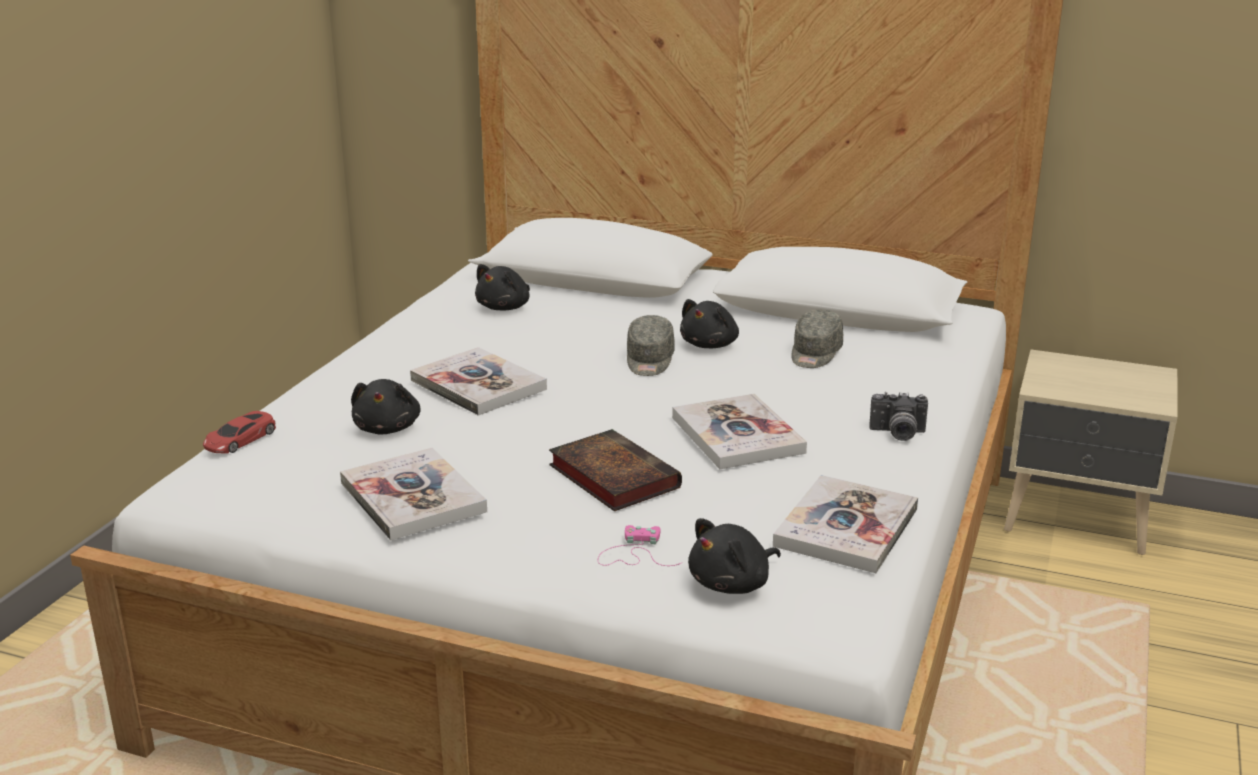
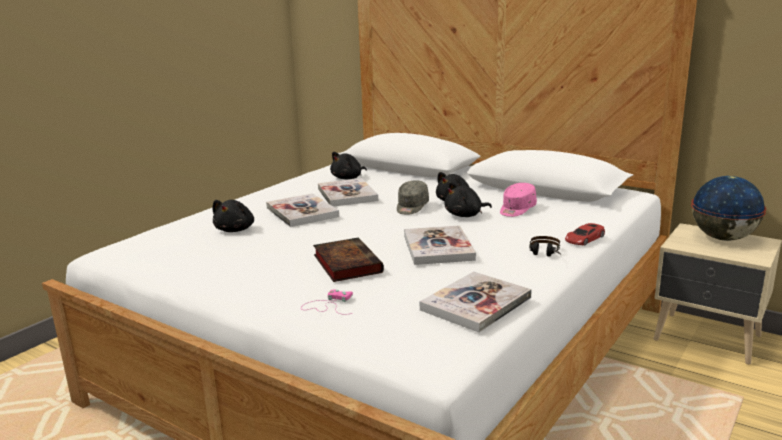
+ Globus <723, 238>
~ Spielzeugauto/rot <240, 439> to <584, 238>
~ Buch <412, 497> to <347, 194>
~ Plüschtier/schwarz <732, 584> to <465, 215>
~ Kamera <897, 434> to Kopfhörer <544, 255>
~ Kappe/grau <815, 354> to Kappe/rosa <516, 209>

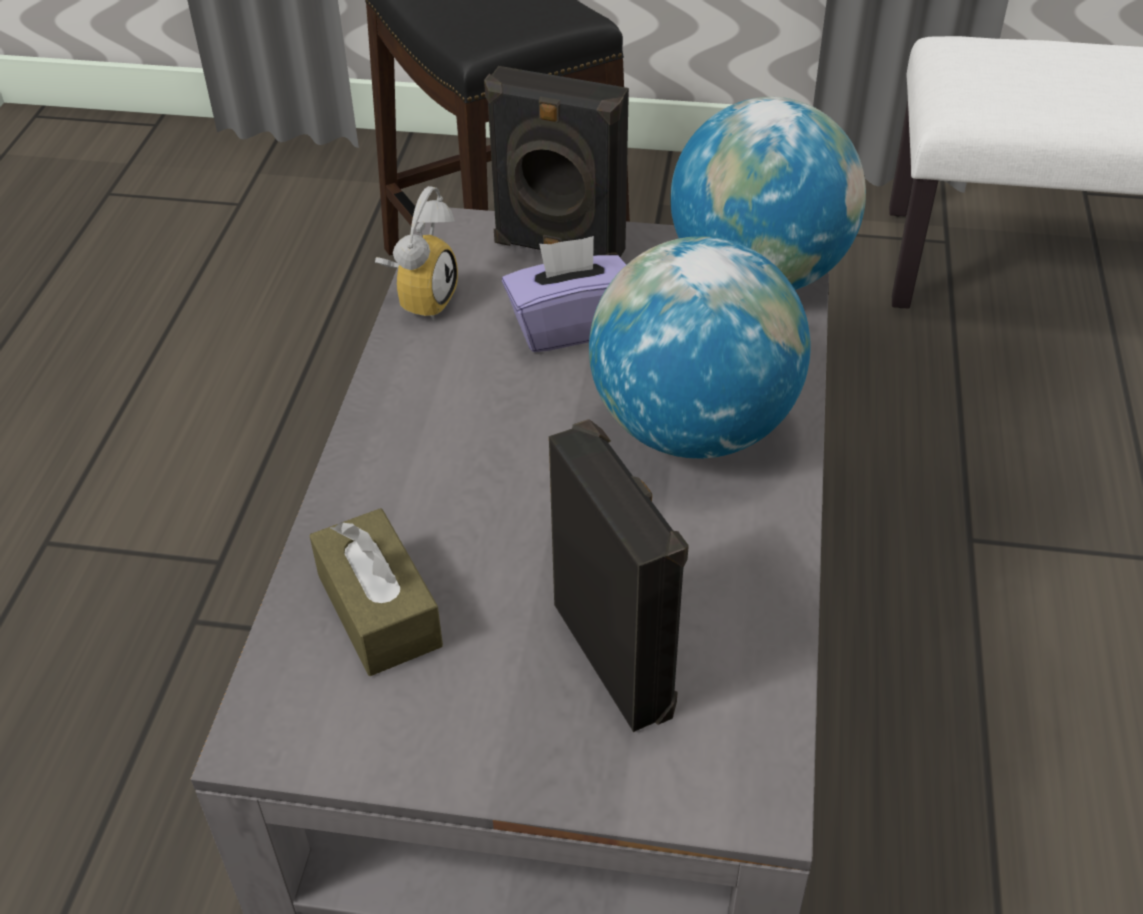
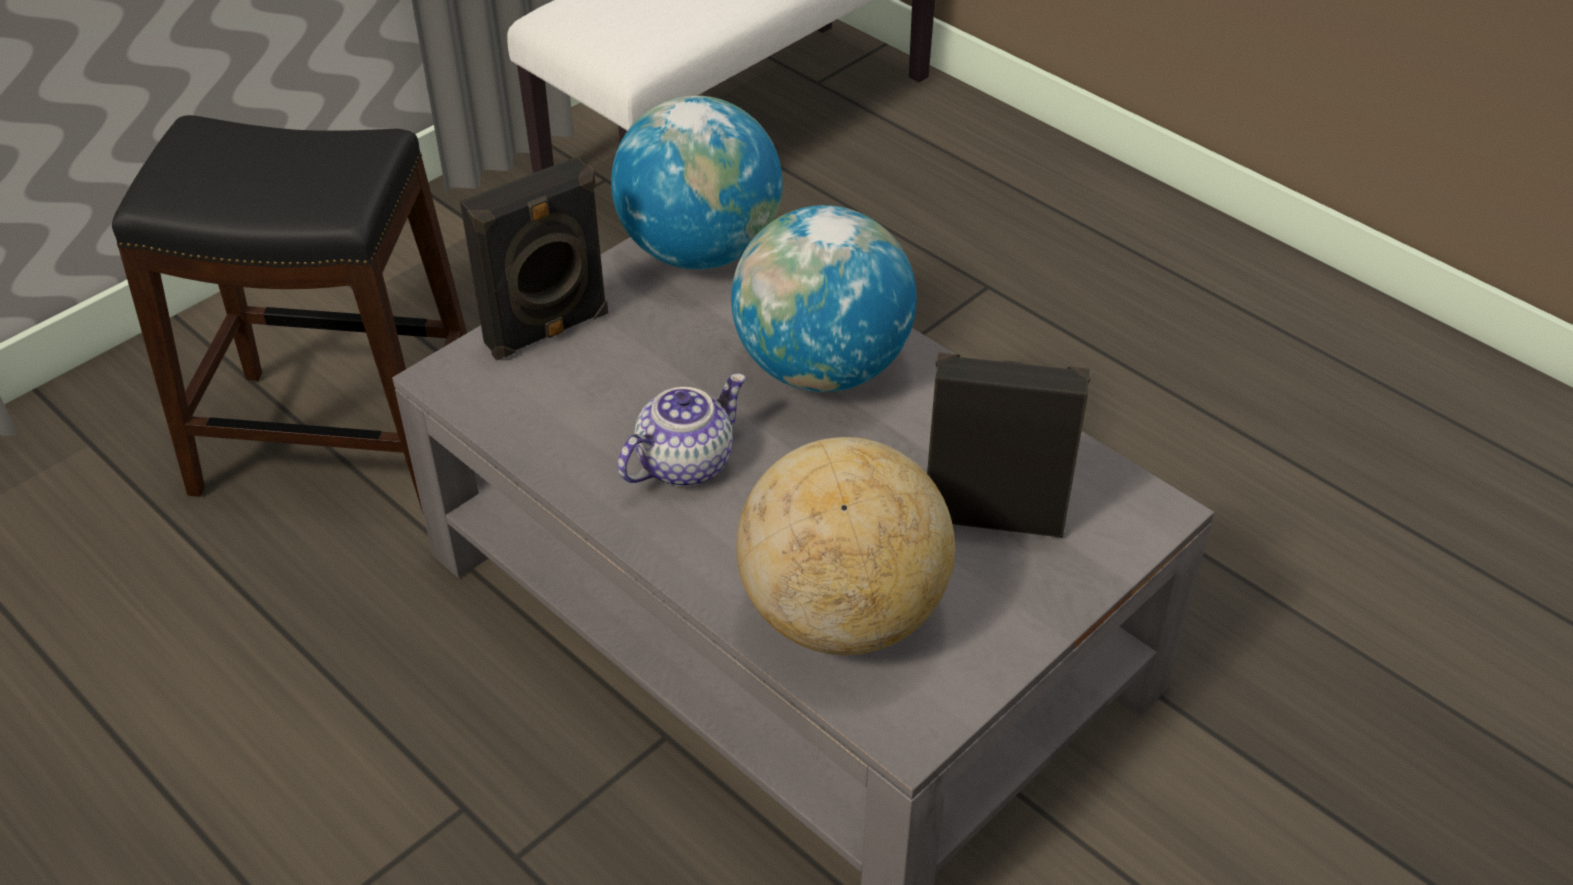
- Wecker <420, 298>
- Taschentuchbox/lila <570, 326>
+ Teekanne <685, 462>
~ Taschentuchbox/braun <379, 610> to Globus <843, 615>

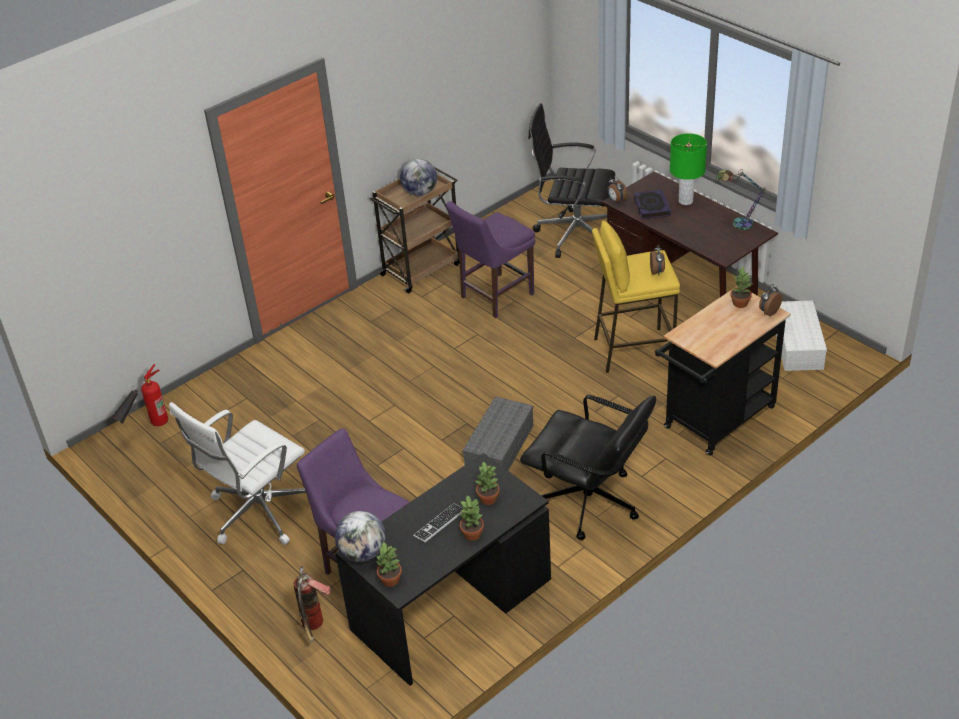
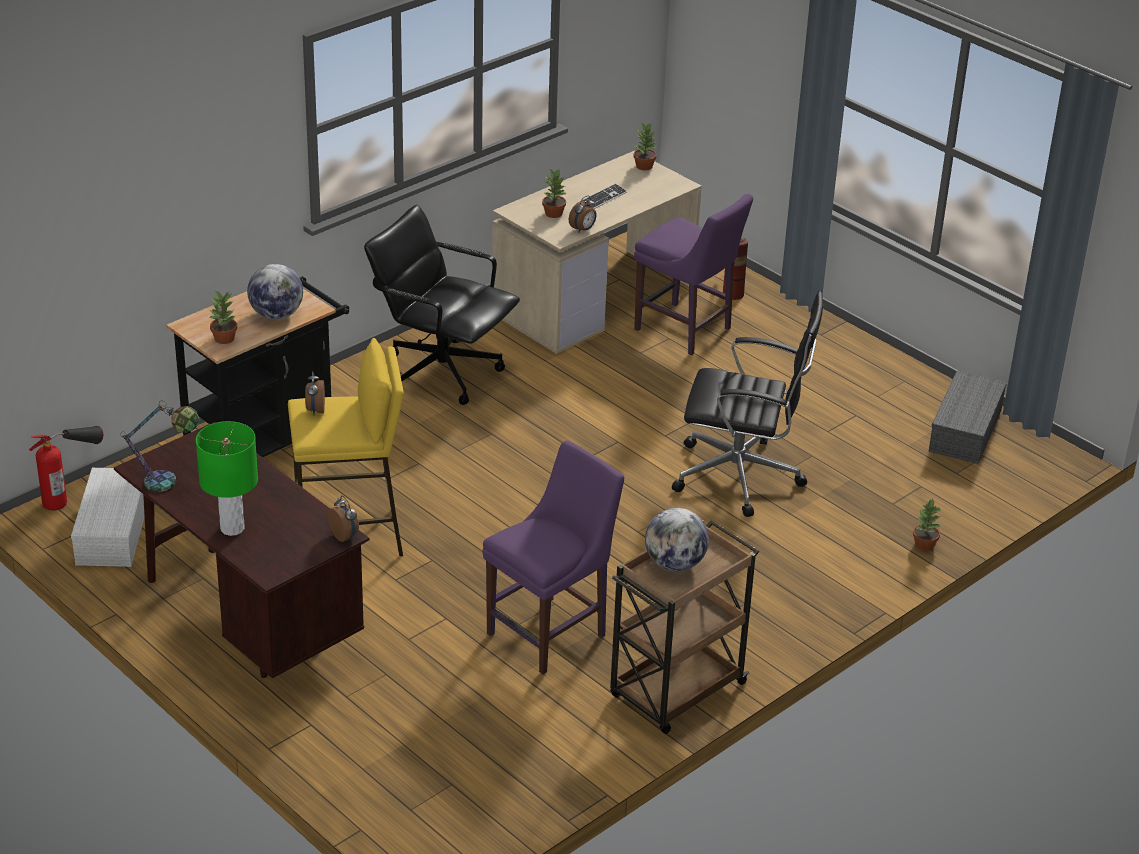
- Bürostuhl/weiß <258, 512>
- Buch <651, 207>
~ Feuerlöscher <147, 430> to <72, 492>
~ Globus <363, 553> to <276, 315>
~ Topfpflanze <472, 534> to <924, 545>
~ Aufbewahrungsbox/grau <499, 446> to <966, 431>
~ Bürostuhl/schwarz <574, 234> to <741, 476>
~ Wecker <768, 312> to <583, 229>
~ Schreibtisch/schwarz <451, 606> to Schreibtisch/beige <594, 299>

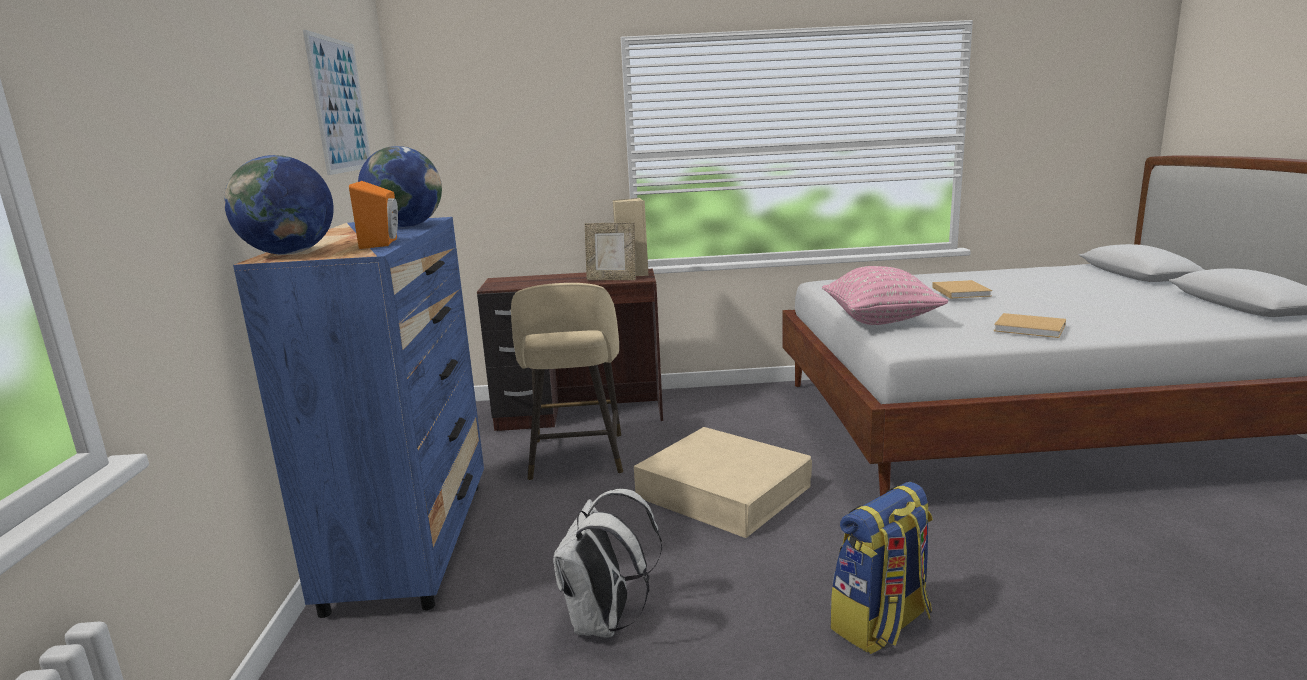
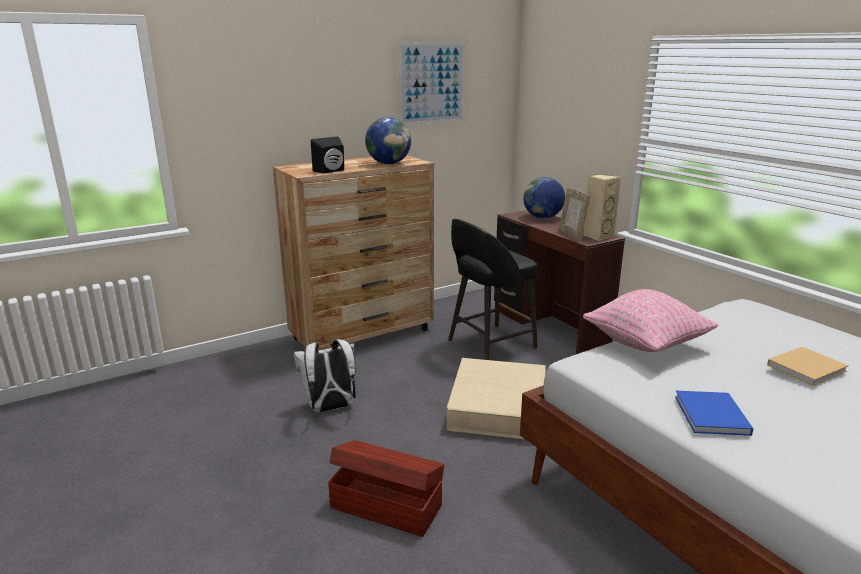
~ Globus <289, 253> to <542, 217>
~ Rucksack <881, 624> to Aufbewahrungsbox/braun <386, 505>
~ Kommode/blau <412, 541> to Kommode/braun <363, 334>
~ Lautsprecher/orange <383, 243> to Lautsprecher/schwarz <331, 171>
~ Hocker/beige <576, 458> to Hocker/schwarz <489, 345>
~ Buch/beige <1032, 328> to Buch/blau <712, 416>

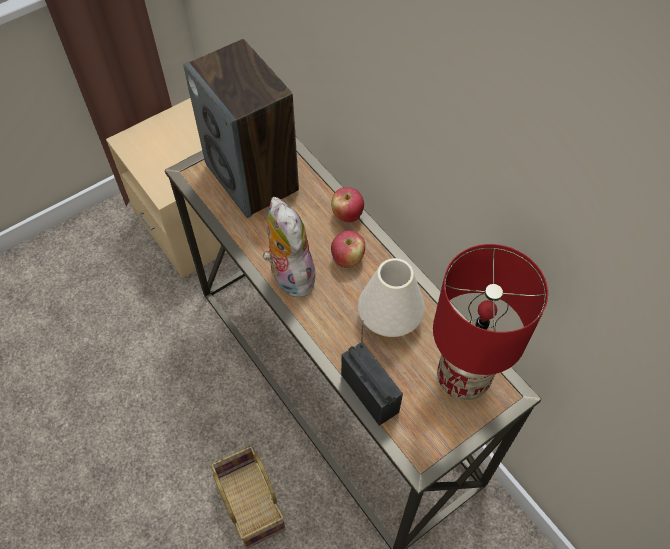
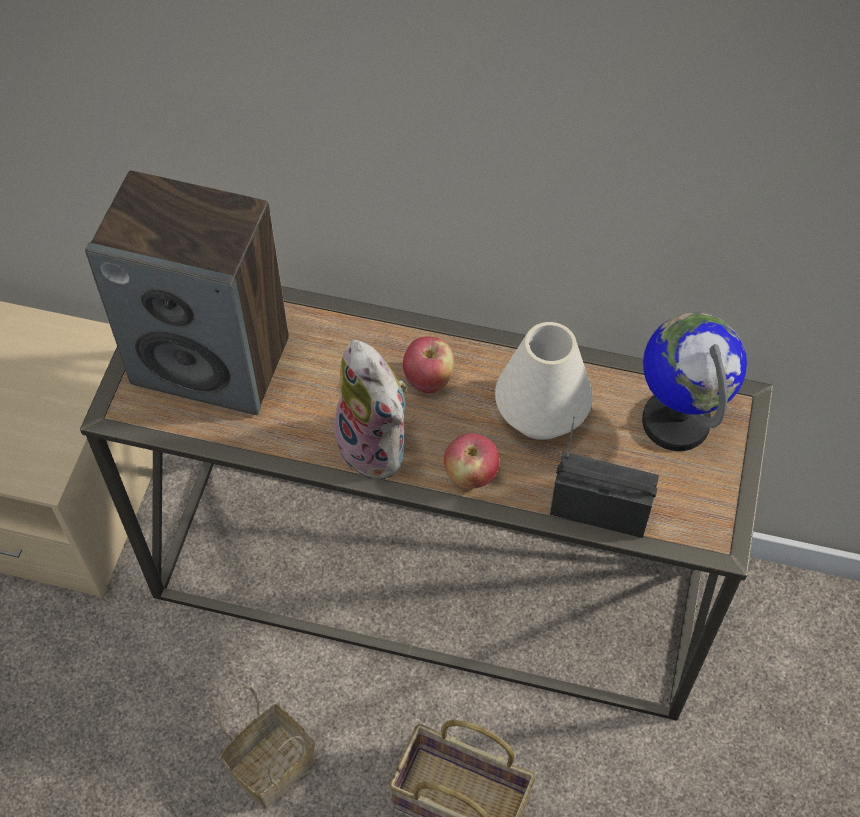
+ Korb <273, 763>
~ Apfel <347, 215> to <470, 475>
~ Tischlampe/rot <462, 377> to Globus <676, 421>
~ Plüschtier <289, 275> = <377, 447> 150 degrees counterclockwise

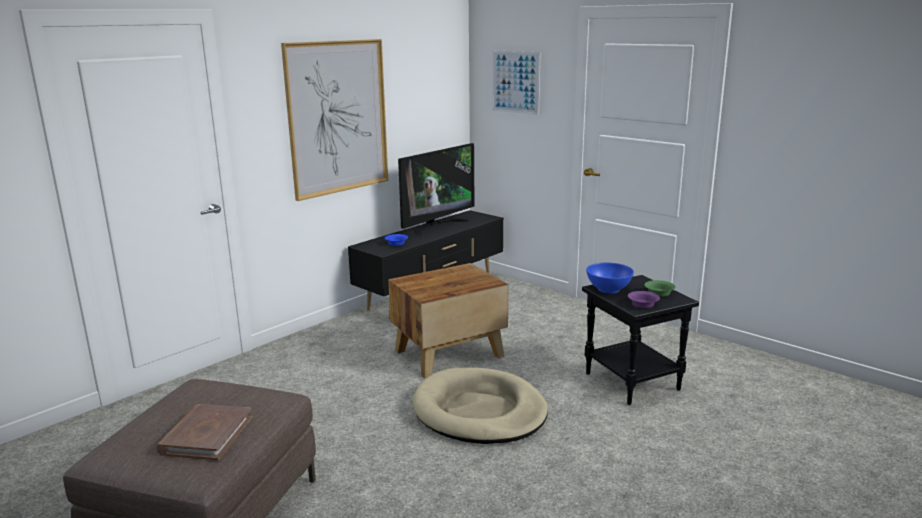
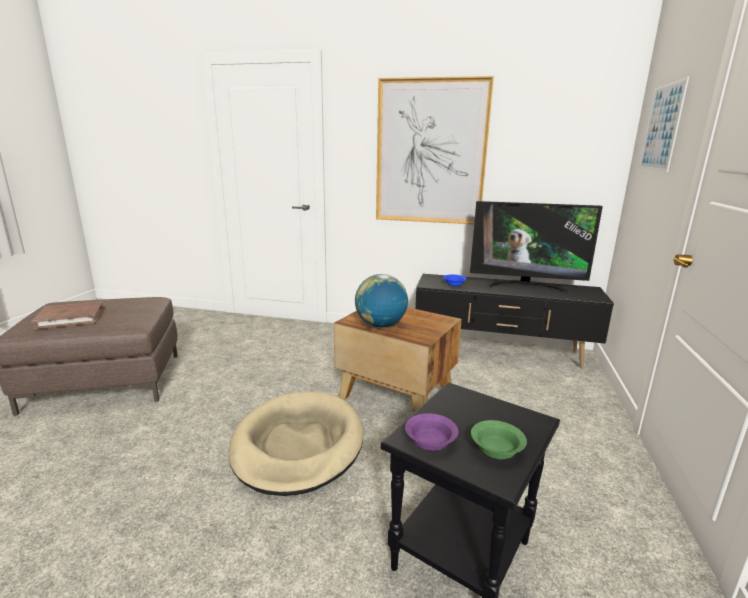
- Schüssel/blau <609, 289>
+ Globus <380, 325>

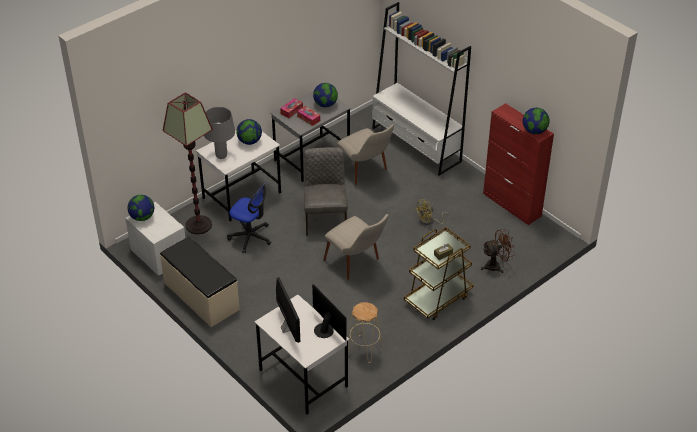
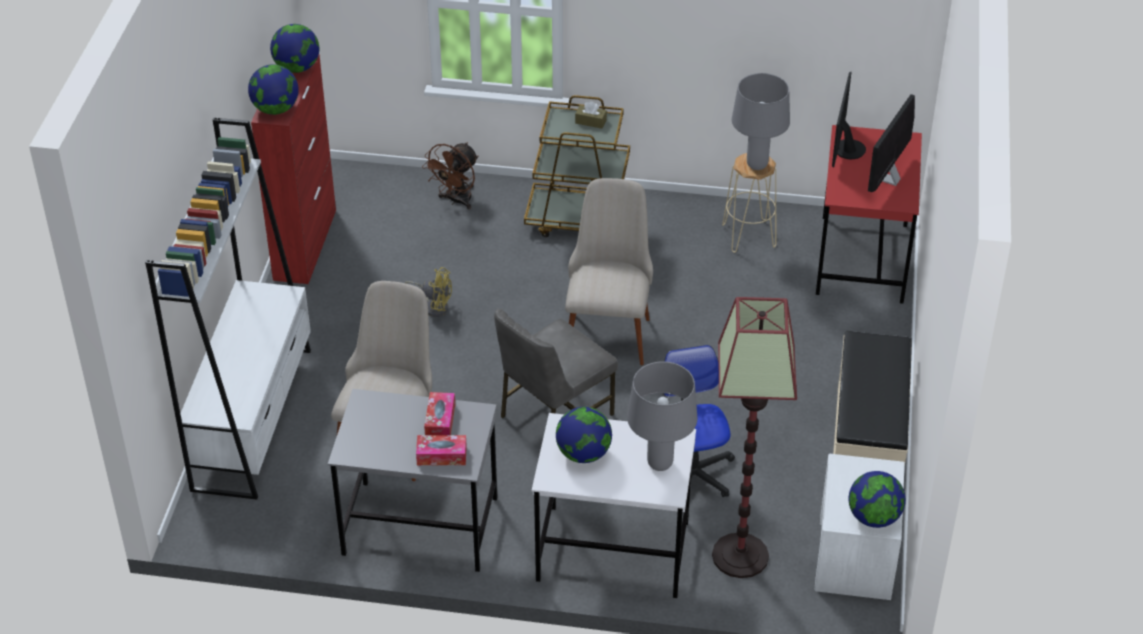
+ Tischlampe/grau <757, 165>
~ Globus <325, 104> to <276, 109>
~ Schreibtisch/weiß <302, 378> to Schreibtisch/rot <862, 260>
~ Ventilator/braun <496, 265> = <456, 201> 90 degrees counterclockwise

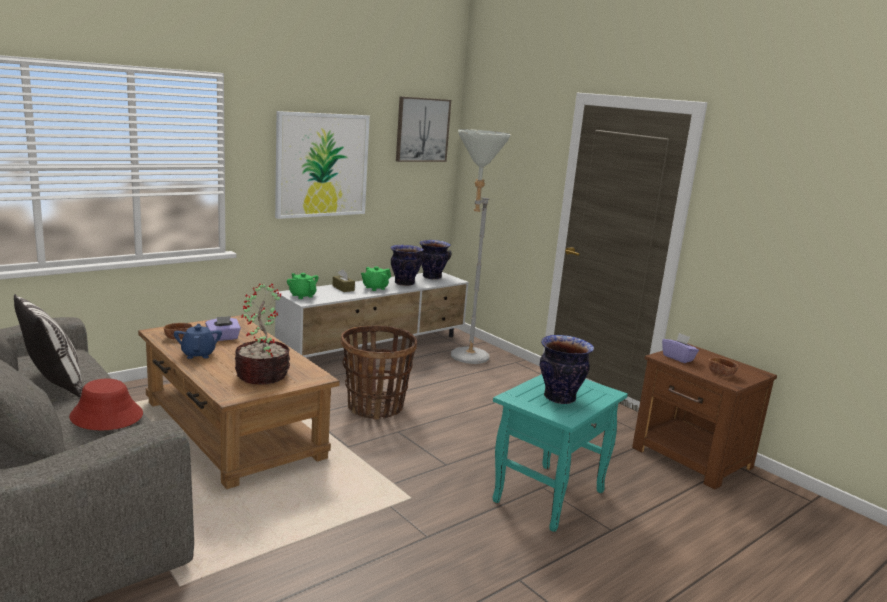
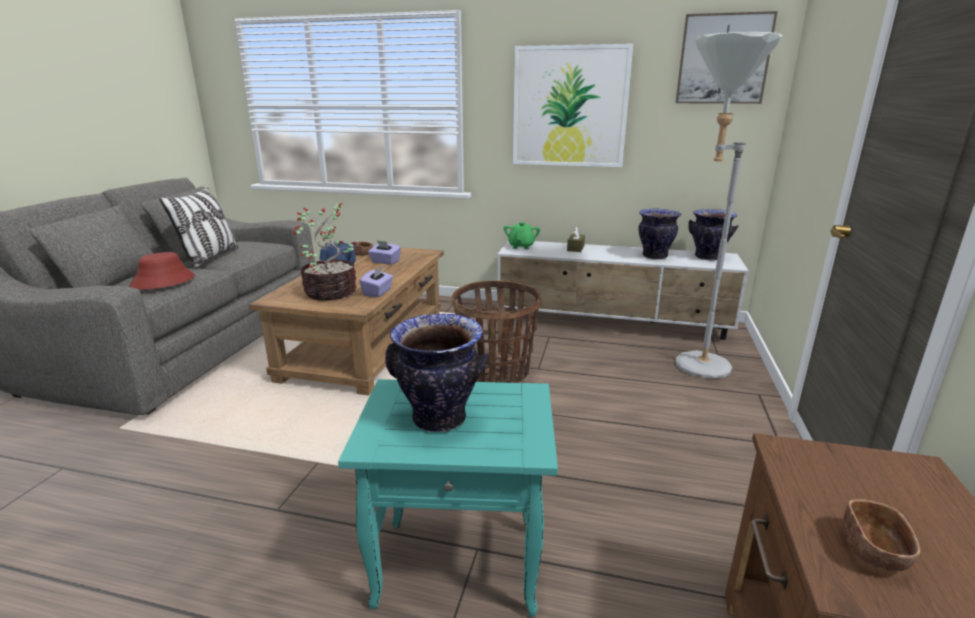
- Teekanne/grün <375, 288>
~ Taschentuchbox/lila <678, 358> to <378, 292>

